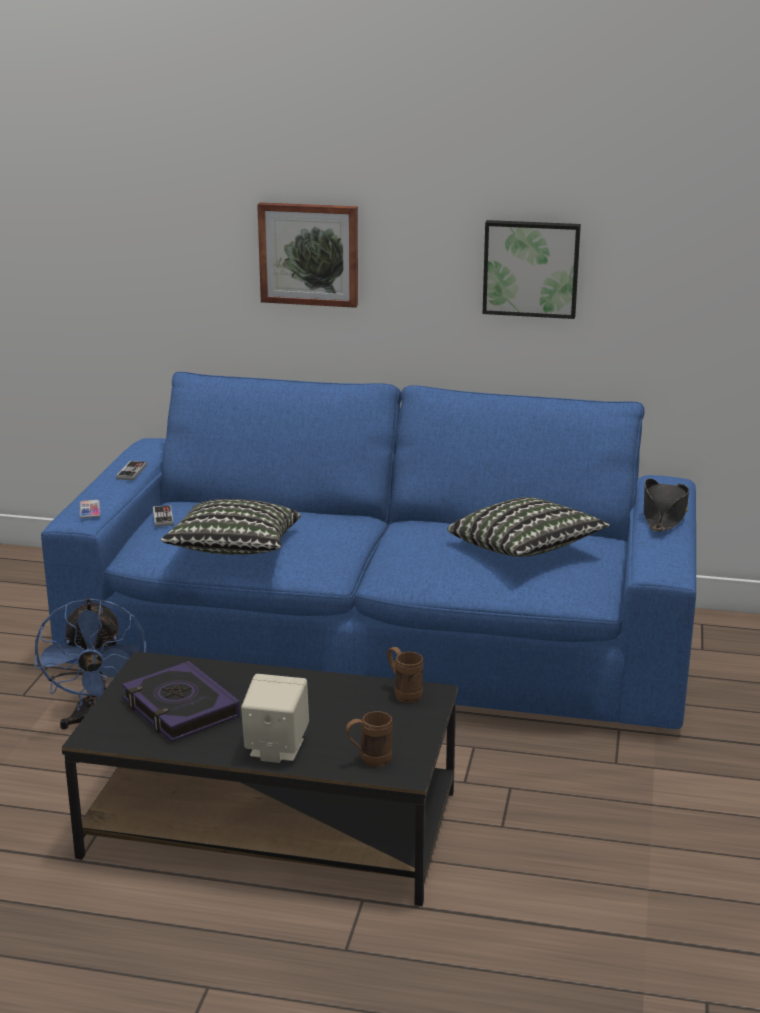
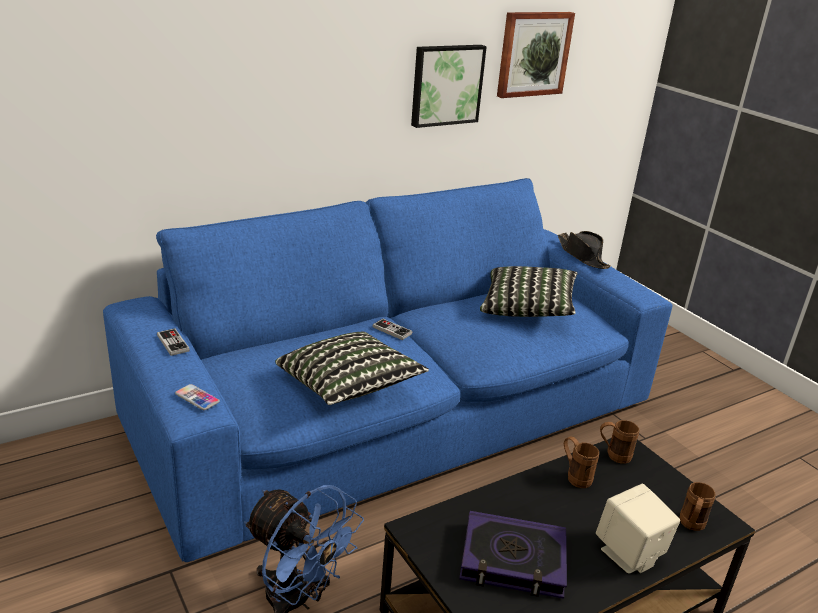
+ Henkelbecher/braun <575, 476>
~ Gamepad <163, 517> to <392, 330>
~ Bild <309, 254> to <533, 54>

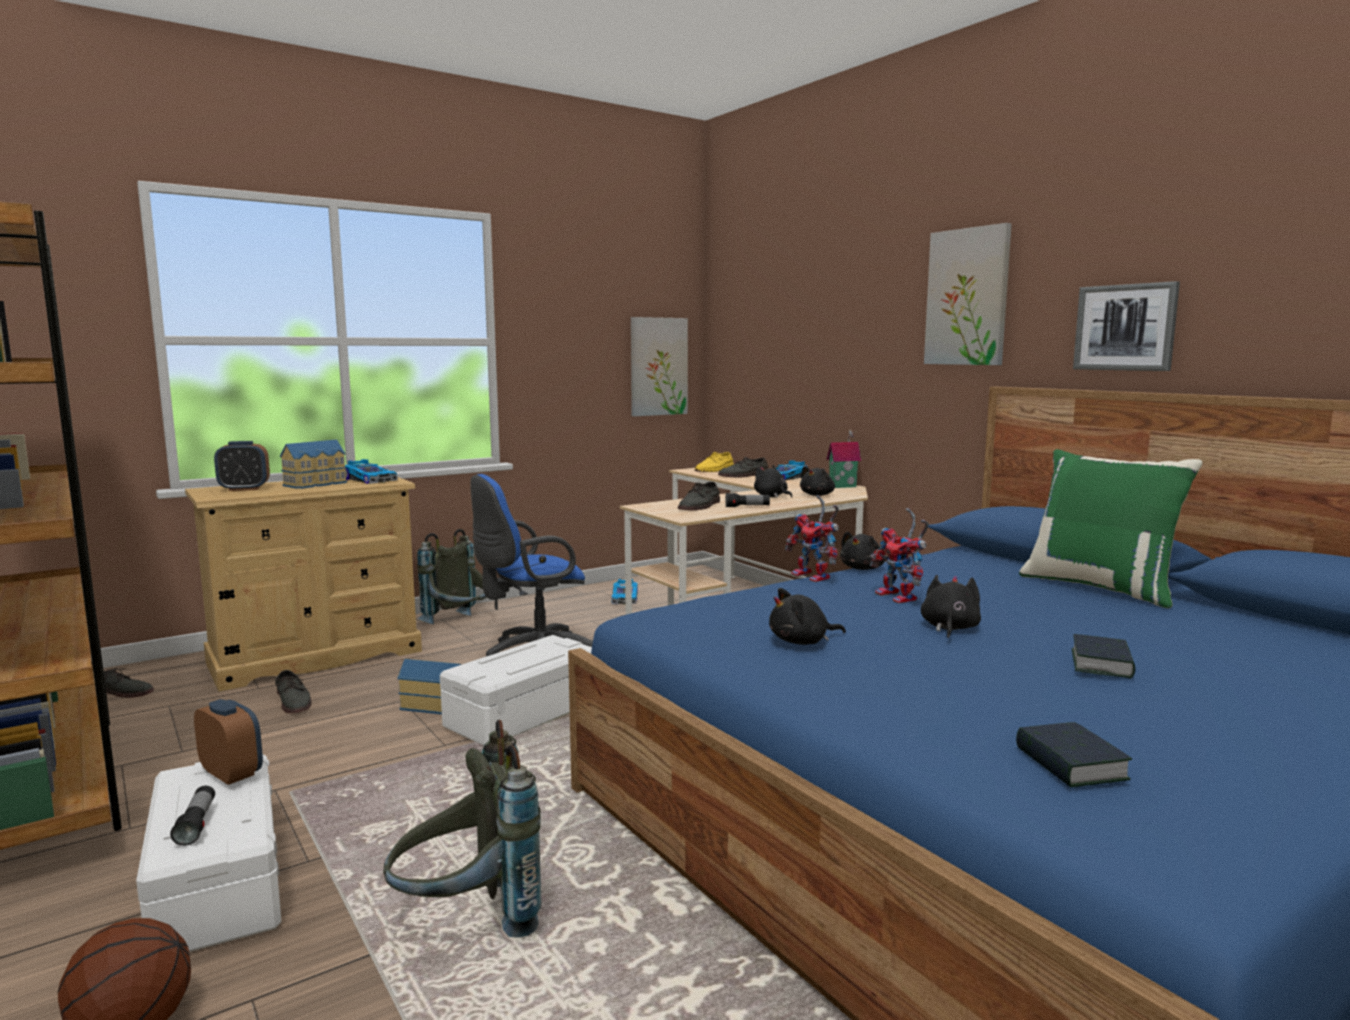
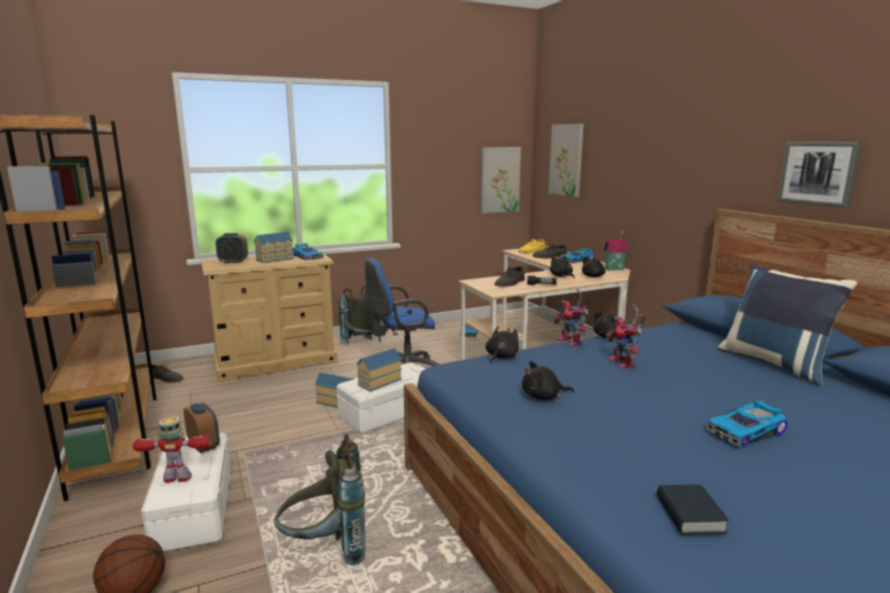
- Schuh/grau <294, 701>
+ Spielzeughaus <378, 381>
~ Plüschtier/schwarz <949, 628> to <501, 357>
~ Bild <967, 297> to <566, 160>
~ Taschenlampe <197, 824> to Spielzeugroboter <178, 478>
~ Buch <1101, 664> to Spielzeugauto <747, 432>
~ Kissen/grün <1101, 587> to Kissen/blau <775, 363>

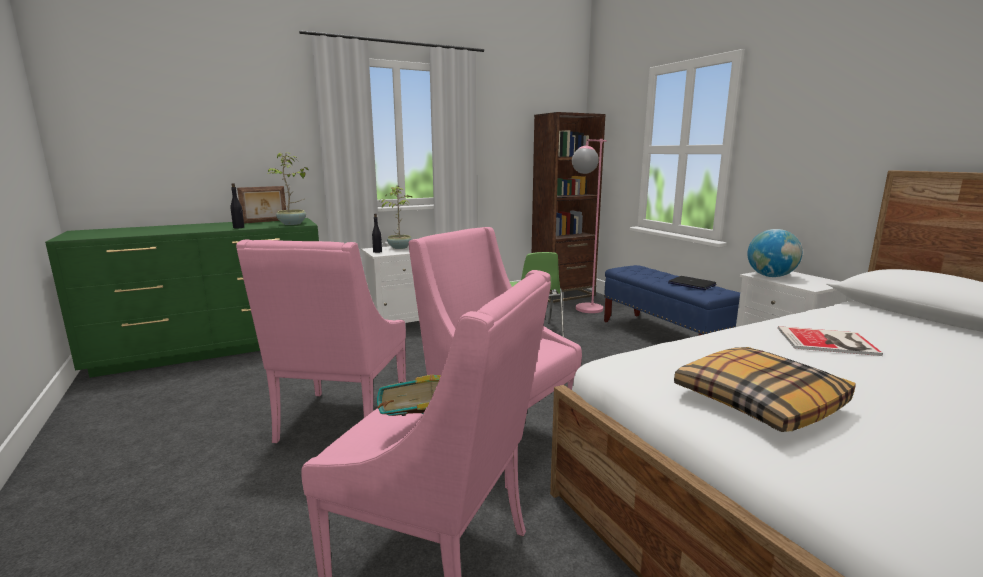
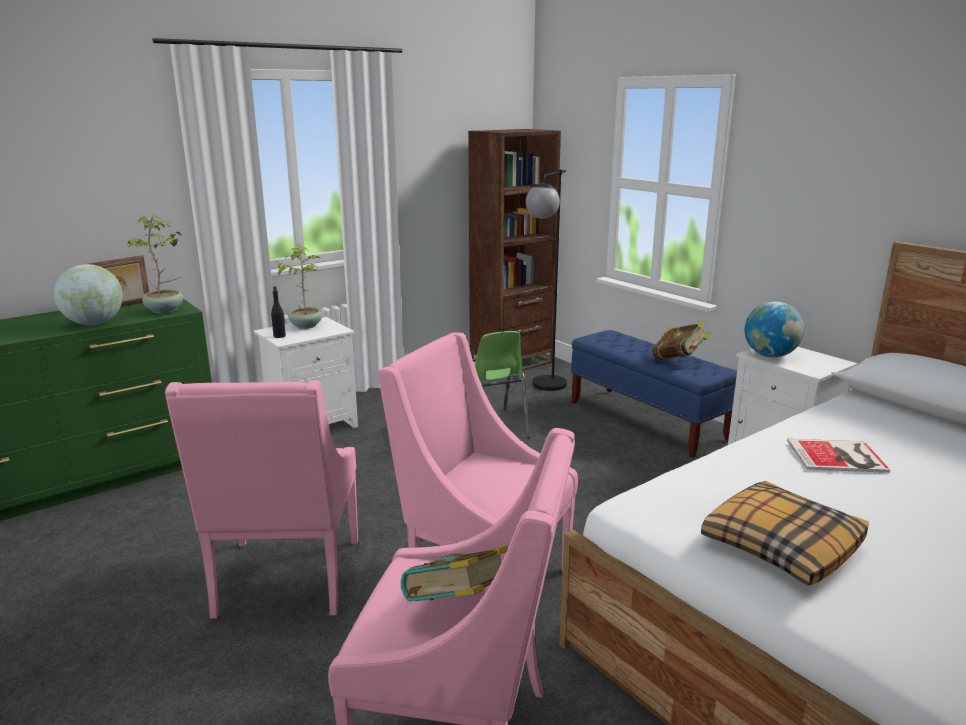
~ Flasche/schwarz <239, 227> to Globus <94, 323>
~ Laptop <691, 284> to Buch <679, 360>
~ Stehlampe/rosa <584, 311> to Stehlampe/schwarz <544, 388>

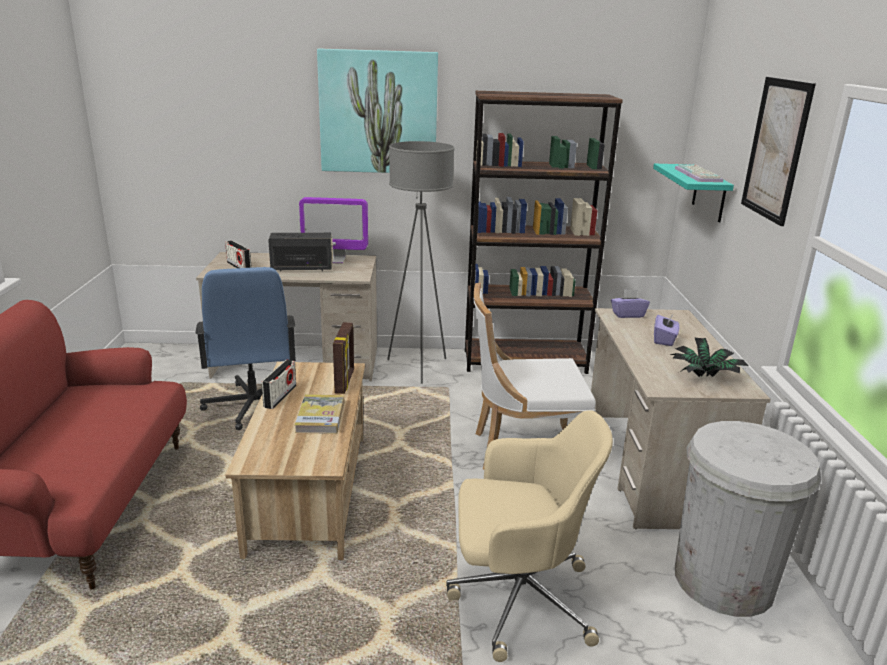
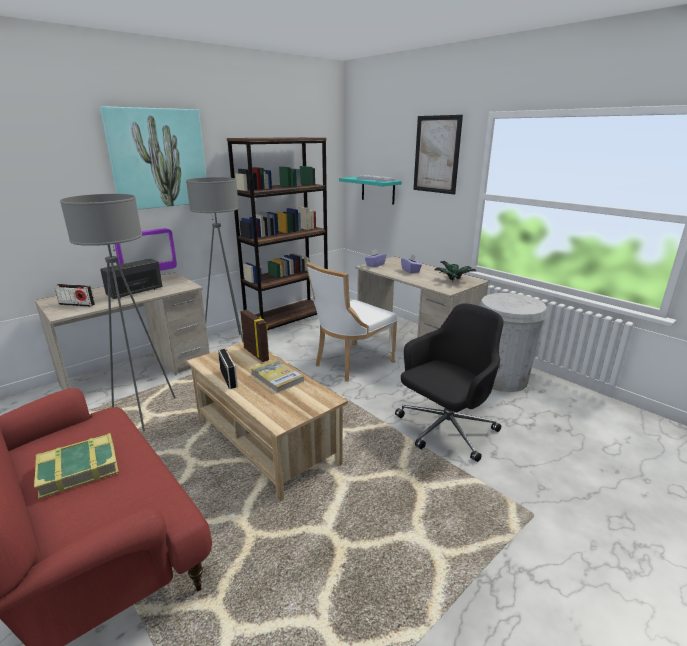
+ Buch <79, 468>
~ Bürostuhl/blau <253, 406> to Stehlampe/grau <143, 412>
~ Bürostuhl/beige <517, 598> to Bürostuhl/schwarz <445, 430>

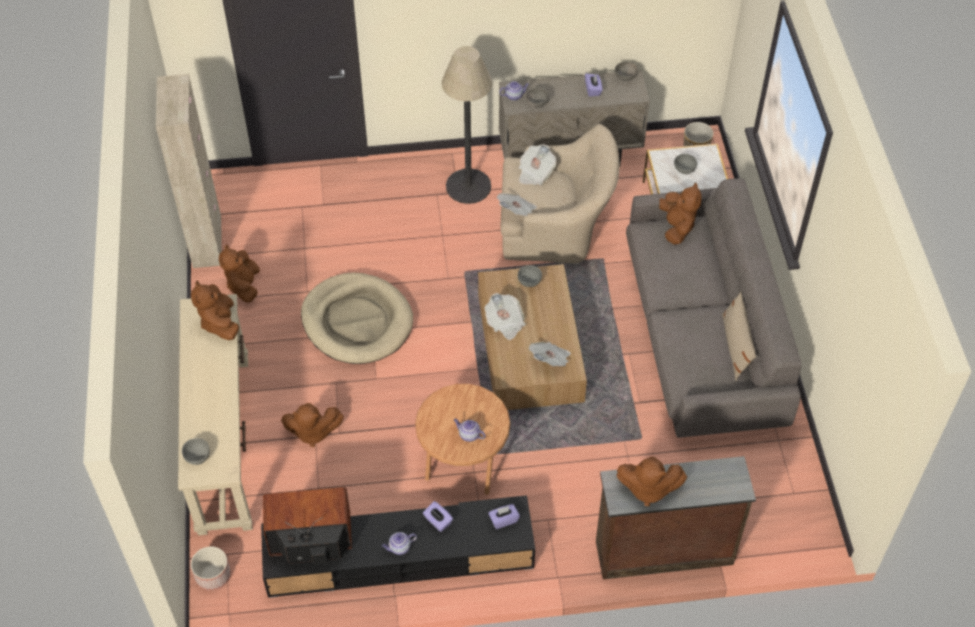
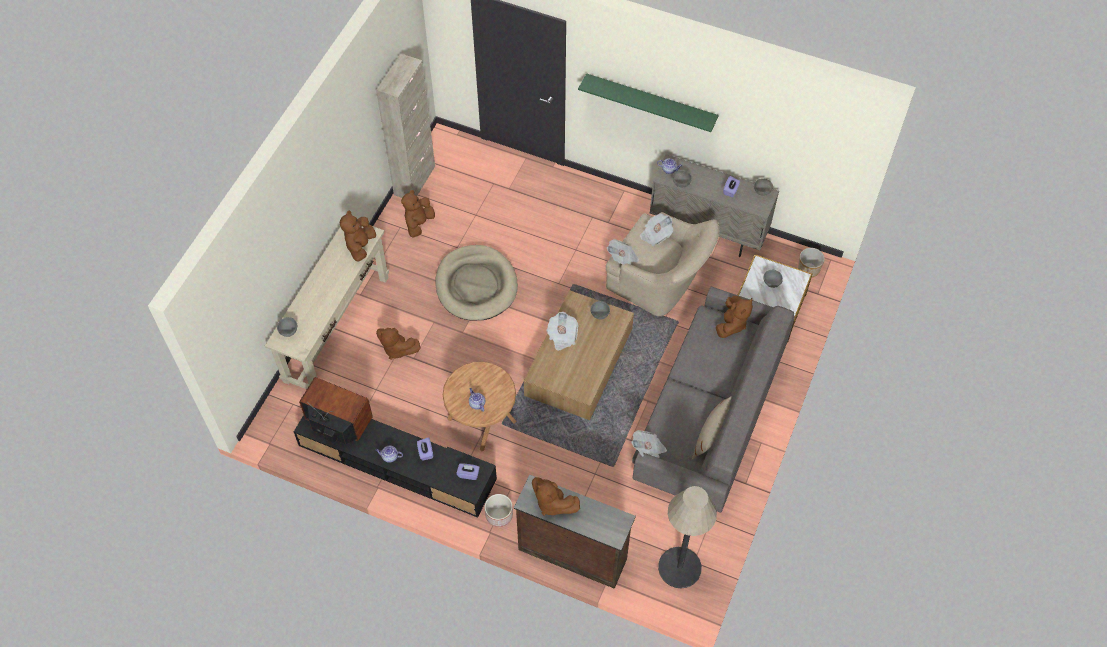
+ Wandregal/grün <651, 102>
~ Pflanzkübel <213, 575> to <499, 515>
~ Stehlampe <468, 186> to <679, 567>
~ Zeitung <550, 360> to <648, 449>

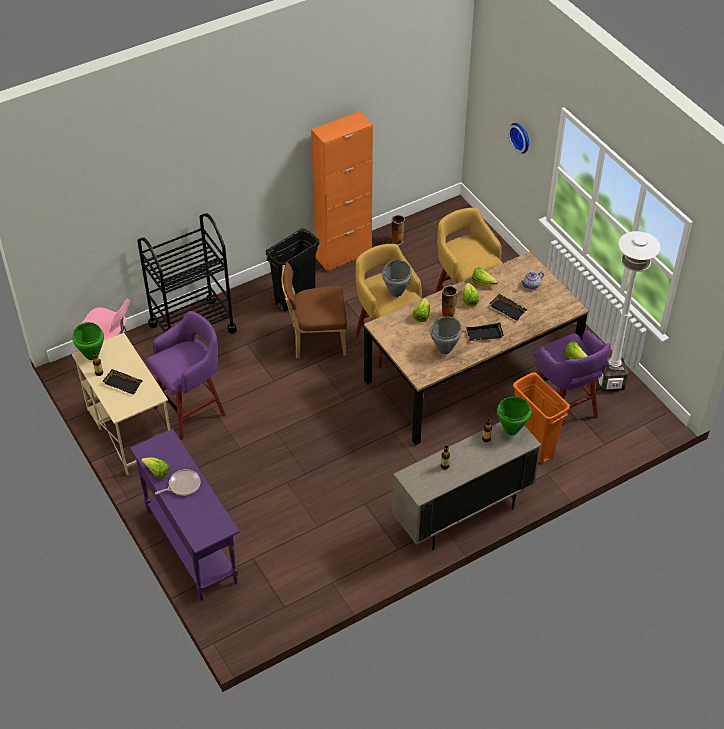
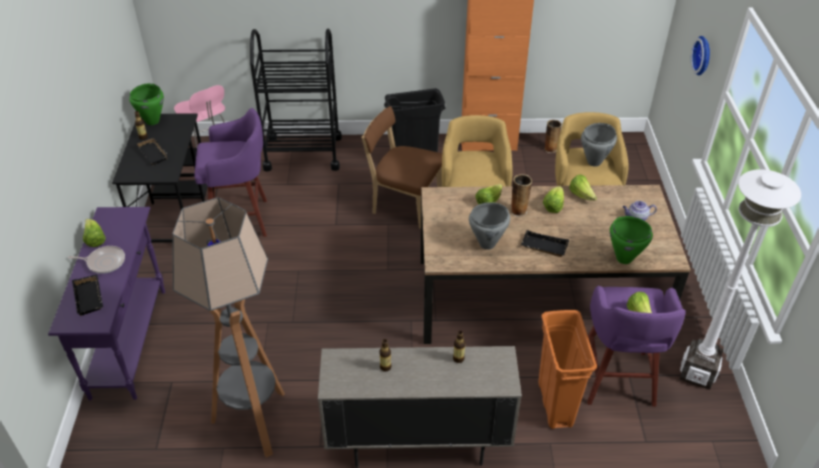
+ Stehlampe <254, 422>
~ Kochtopf/grau <396, 292> to <594, 162>
~ Tablett/schwarz <509, 309> to <90, 298>
~ Kochtopf/grün <511, 430> to <624, 258>
~ Schreibtisch/beige <129, 430> to Schreibtisch/schwarz <175, 214>

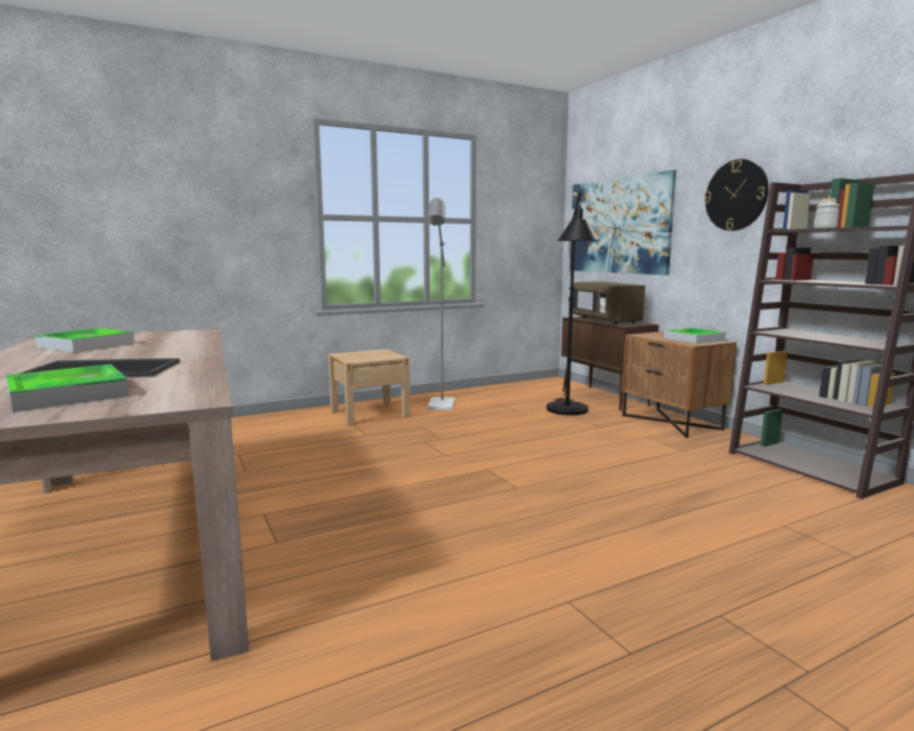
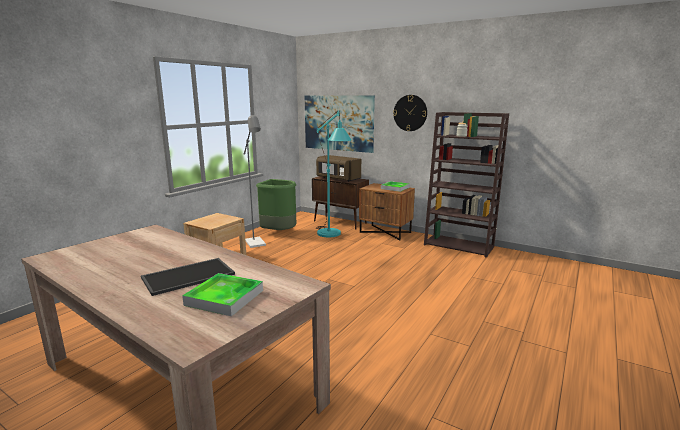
- Tablett <86, 345>
+ Mülleimer/grün <279, 232>
~ Stehlampe/schwarz <568, 413> to Stehlampe/türkis <331, 235>

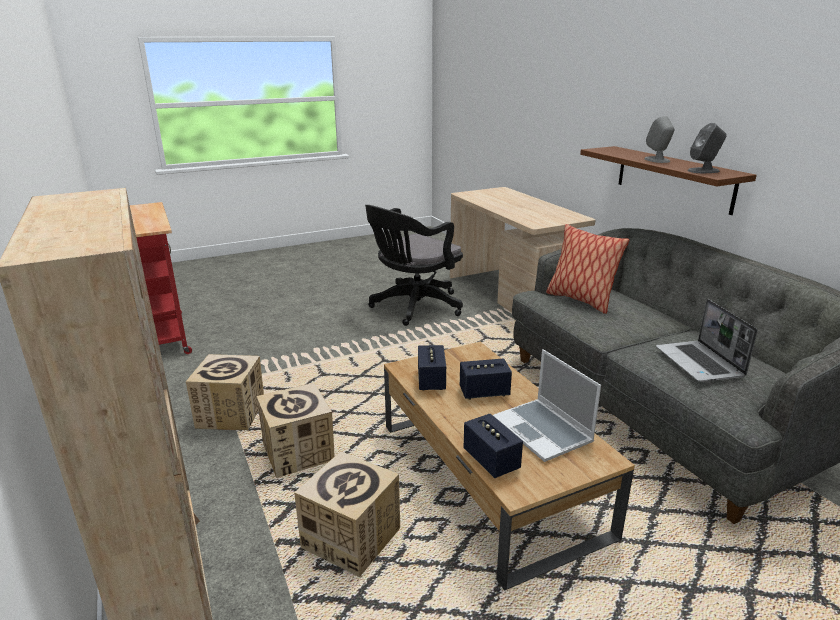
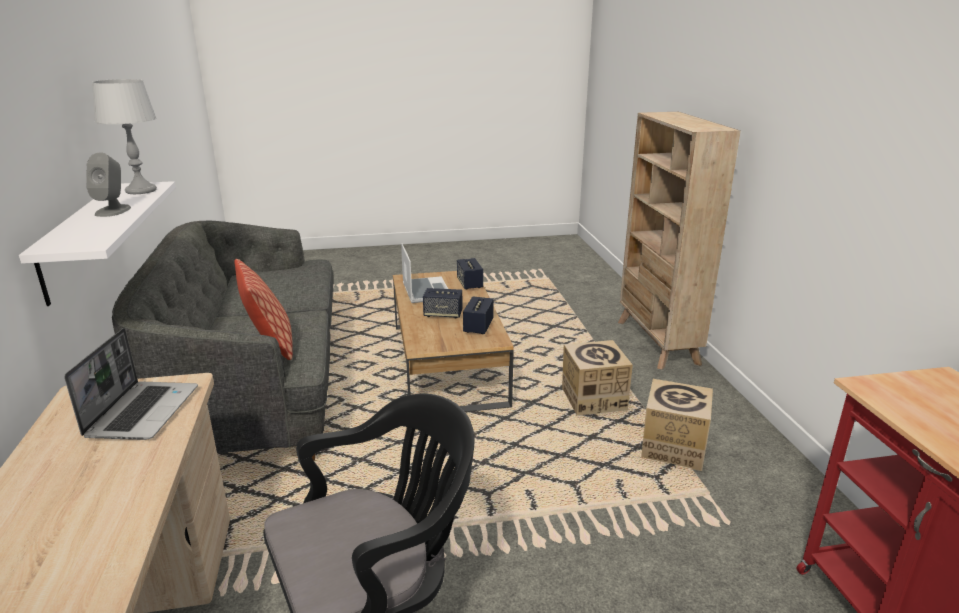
- Karton <351, 538>
~ Laptop <700, 363> to <143, 411>
~ Lautsprecher/grau <703, 171> to Tischlampe/grau <141, 190>
~ Wandregal/braun <673, 178> to Wandregal/weiß <81, 239>

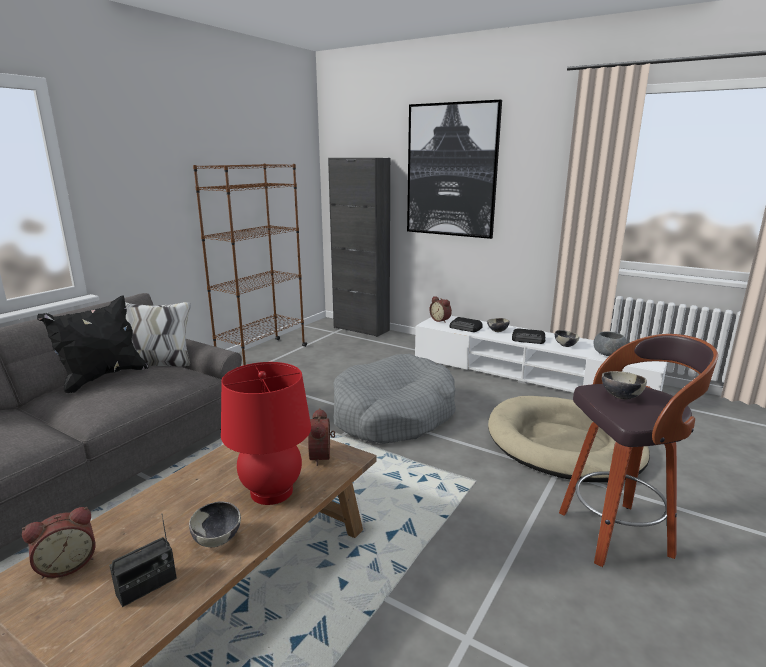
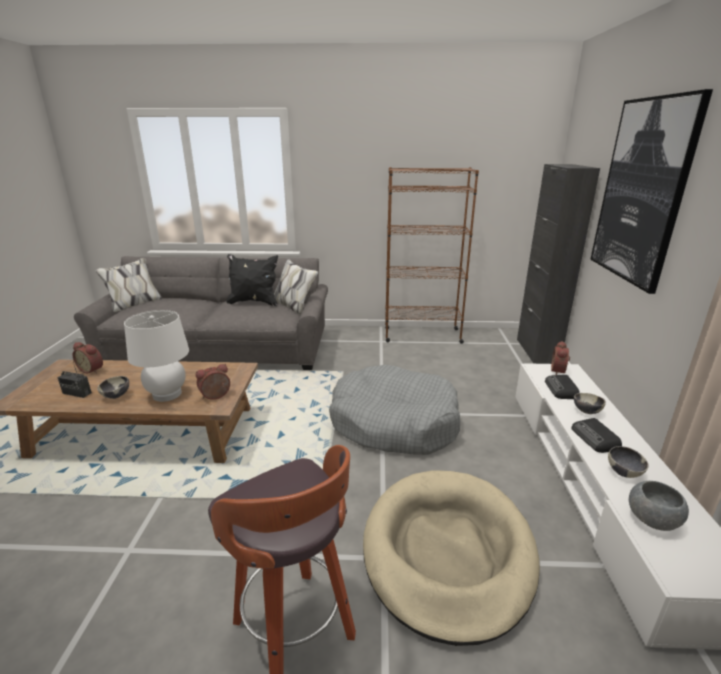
- Schüssel <620, 397>
~ Tischlampe/rot <271, 491> to Tischlampe/weiß <167, 394>

